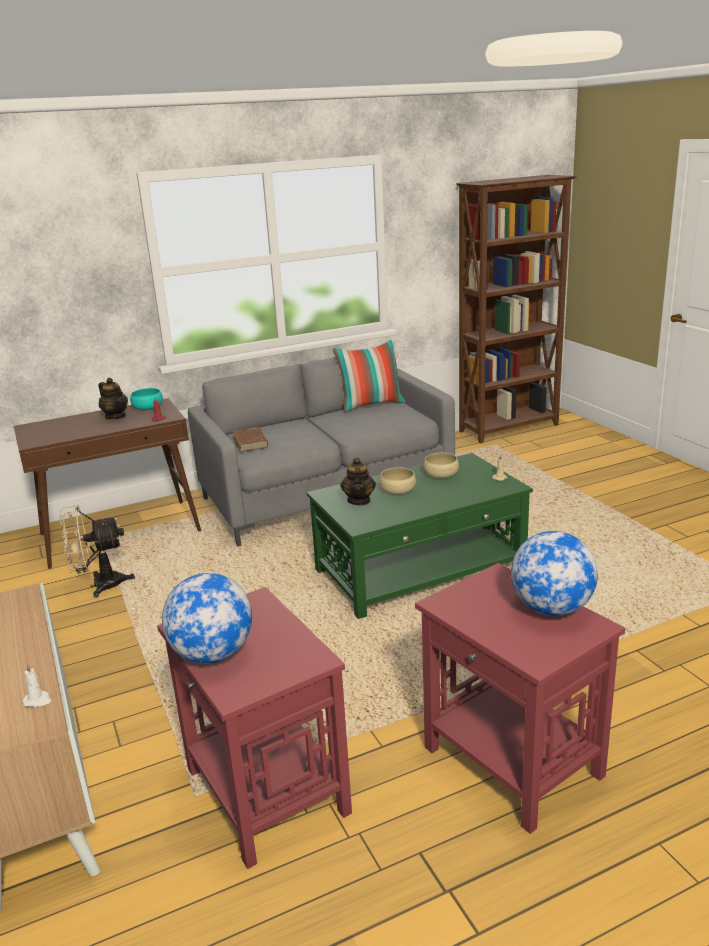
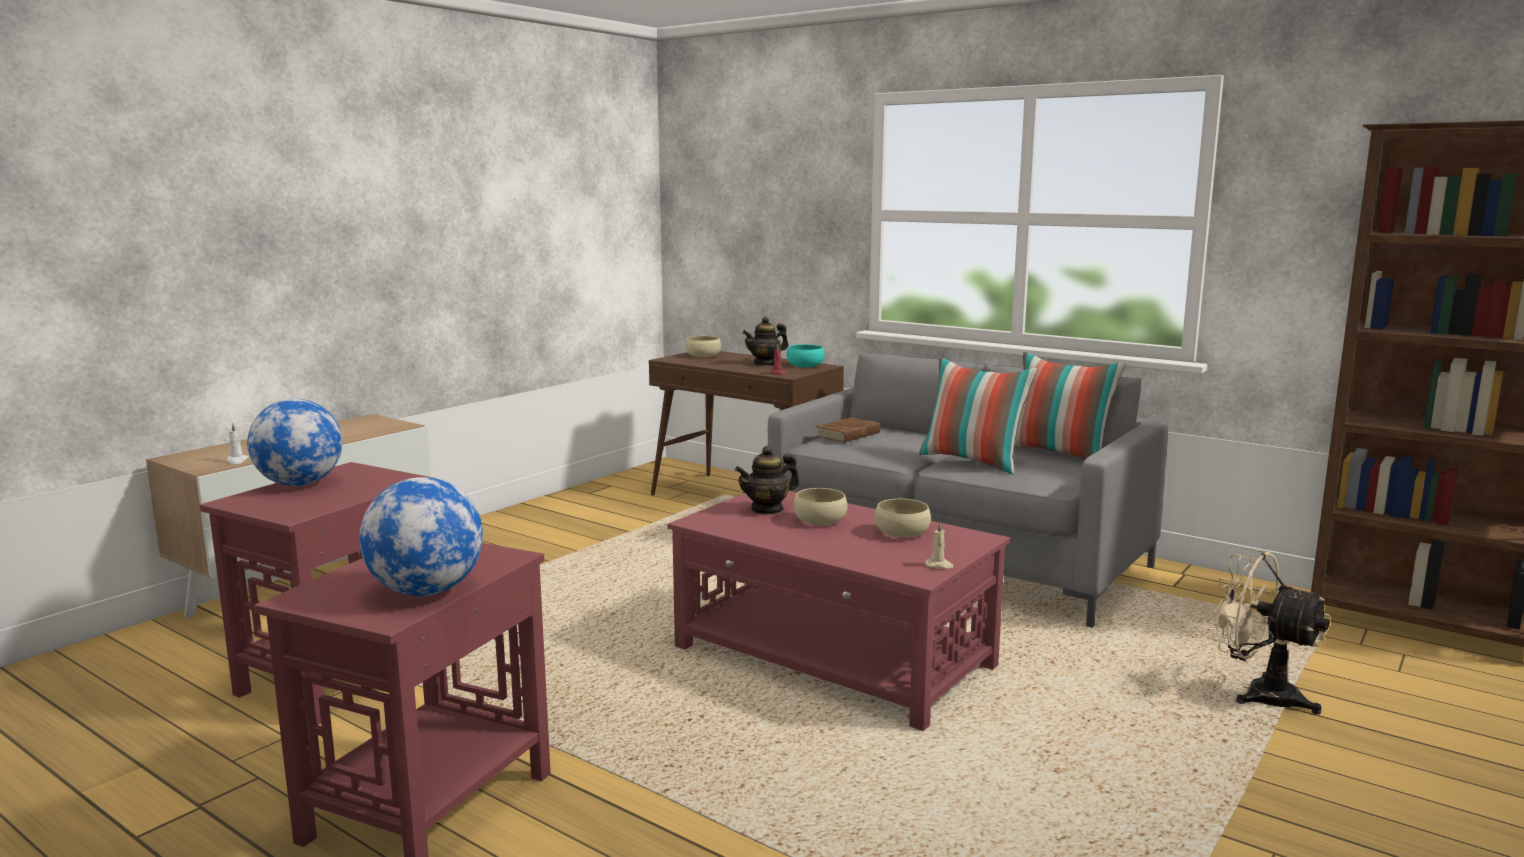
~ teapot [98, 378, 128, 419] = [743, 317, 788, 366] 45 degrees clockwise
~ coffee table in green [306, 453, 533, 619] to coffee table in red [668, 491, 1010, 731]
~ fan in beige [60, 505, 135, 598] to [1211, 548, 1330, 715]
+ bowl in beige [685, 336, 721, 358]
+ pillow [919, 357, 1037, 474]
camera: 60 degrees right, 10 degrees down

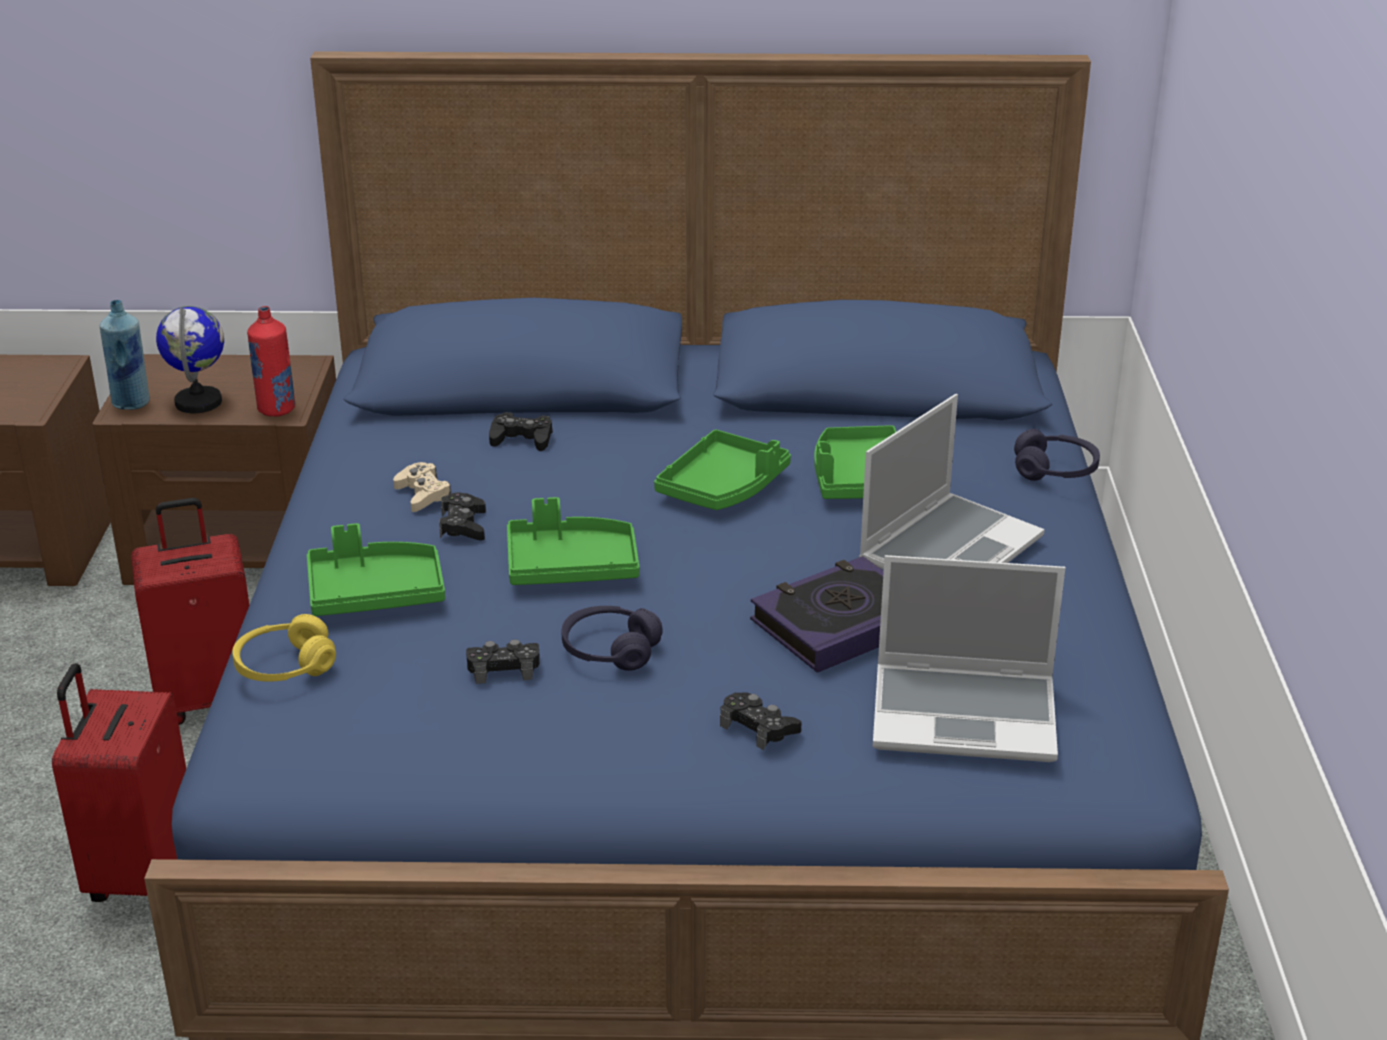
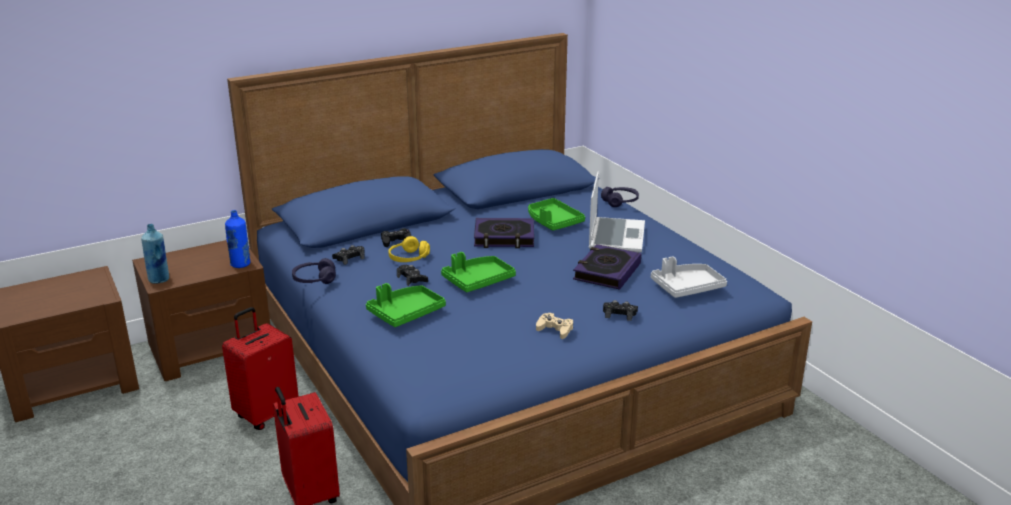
- globe [156, 306, 224, 413]
~ bottle in red [247, 306, 295, 417] to bottle in blue [225, 210, 250, 268]
~ tray in green [654, 430, 791, 510] to book [474, 218, 534, 248]
~ game controller in beige [393, 462, 451, 512] to [536, 313, 573, 339]
~ laptop [873, 555, 1065, 762] to tray in grey [651, 256, 727, 298]
~ headphones in purple [562, 606, 663, 671] to [292, 258, 336, 284]
~ headphones in yellow [232, 614, 336, 682] to [388, 236, 430, 262]
~ game controller in black [466, 639, 540, 684] to [332, 245, 365, 265]
camera: 30 degrees left, 5 degrees down

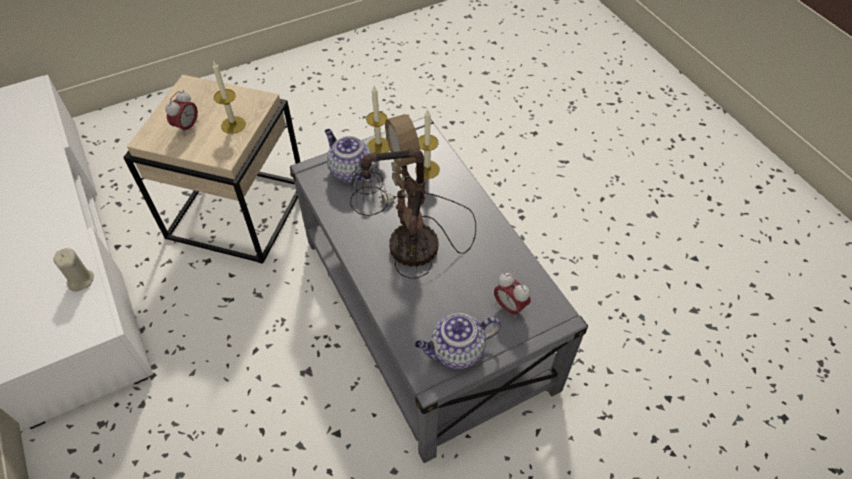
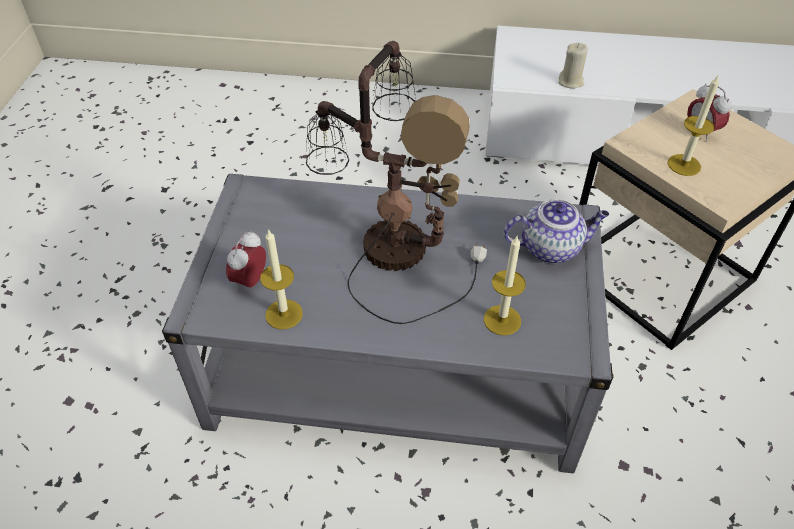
~ candle [366, 86, 390, 154] to [260, 229, 303, 329]
~ alarm clock [494, 273, 531, 319] = [226, 231, 266, 291] 60 degrees counterclockwise
- teapot [415, 313, 501, 369]
camera: 125 degrees right, 5 degrees down

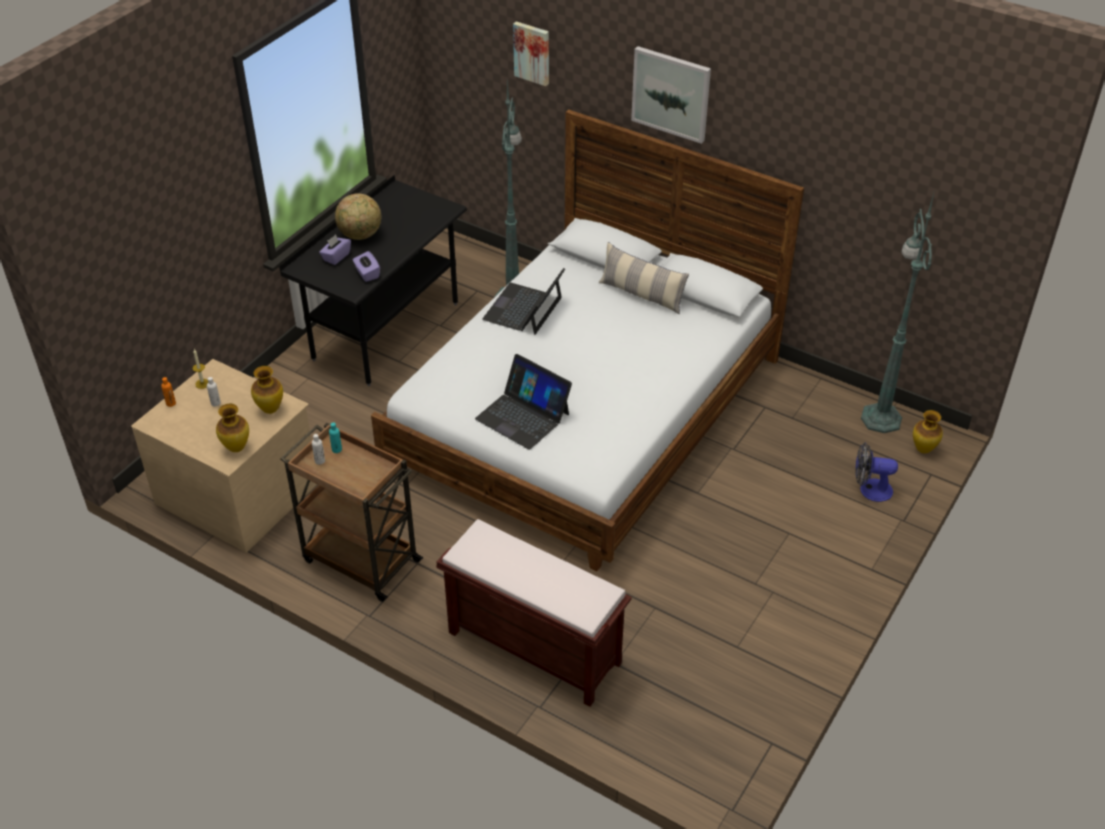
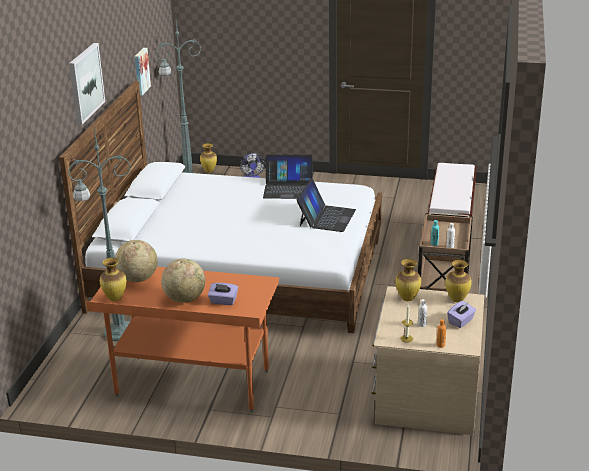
~ picture [513, 21, 549, 86] to [134, 48, 151, 96]
~ desk in black [279, 175, 467, 386] to desk in orange [86, 267, 279, 412]
- pillow [599, 242, 689, 314]
~ tissue box in purple [353, 251, 380, 282] to [447, 301, 476, 328]
~ laptop [482, 268, 565, 335] to [263, 155, 313, 199]
+ globe [115, 240, 158, 282]
+ vase [100, 258, 127, 301]
camera: 110 degrees left, 15 degrees down

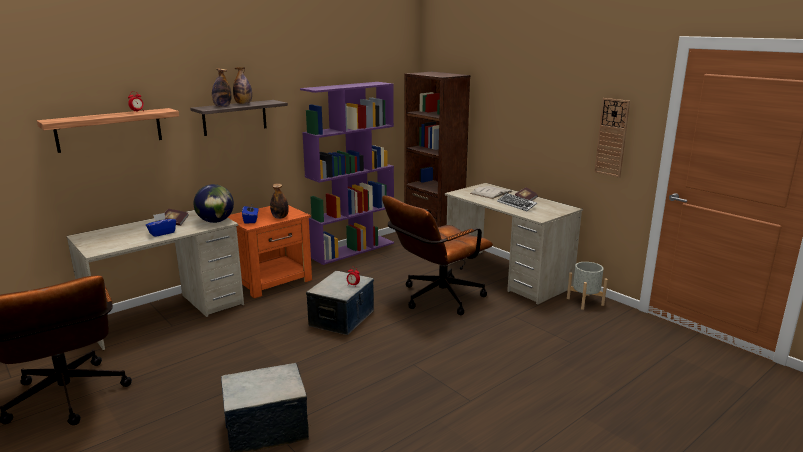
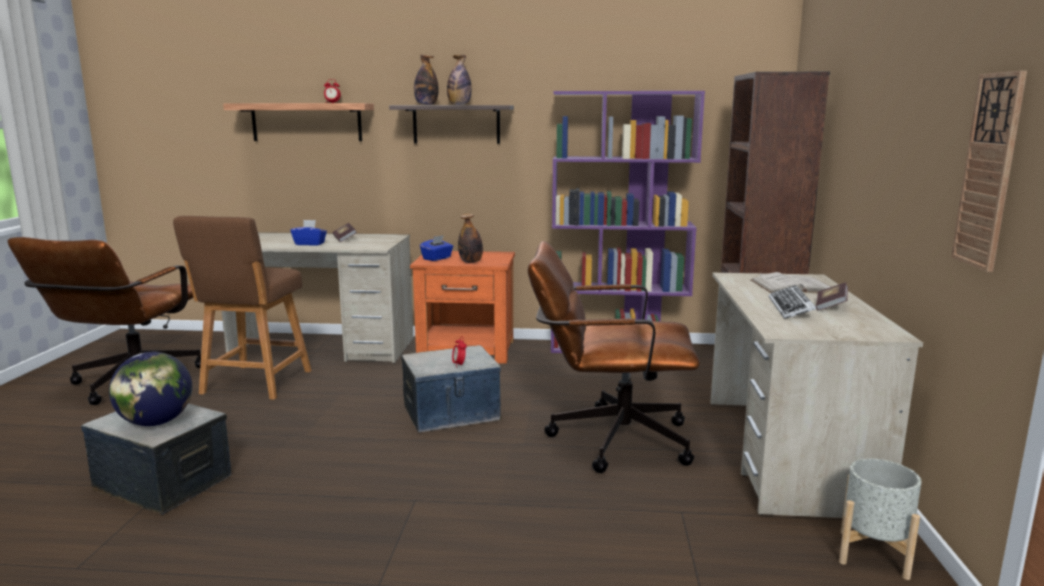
~ globe [193, 184, 234, 223] to [109, 352, 192, 426]
+ stool in brown [173, 216, 312, 400]
camera: 45 degrees right, 5 degrees down

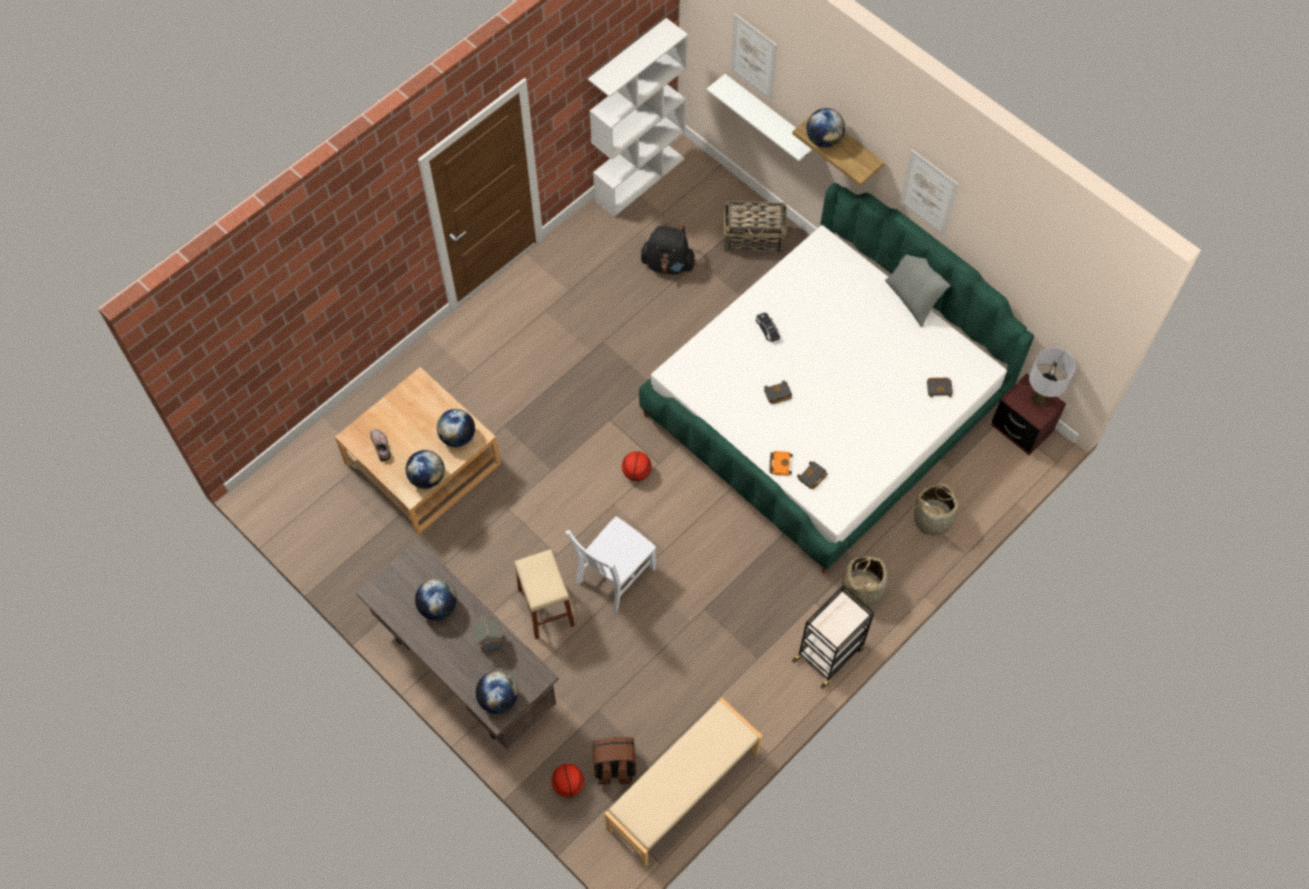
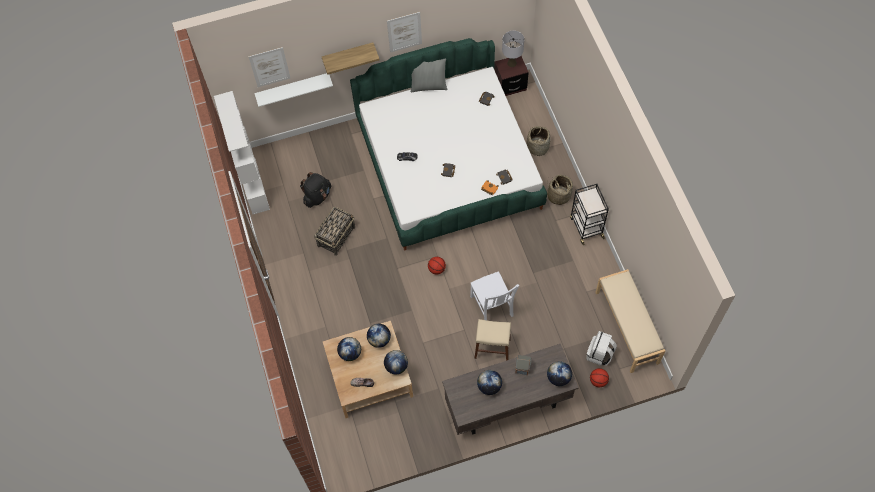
~ globe [806, 108, 845, 148] to [337, 337, 361, 361]
~ basket [724, 201, 788, 254] to [314, 206, 355, 256]
~ backpack in brown [593, 737, 636, 785] to backpack in white [586, 331, 617, 366]
camera: 60 degrees left, 0 degrees up

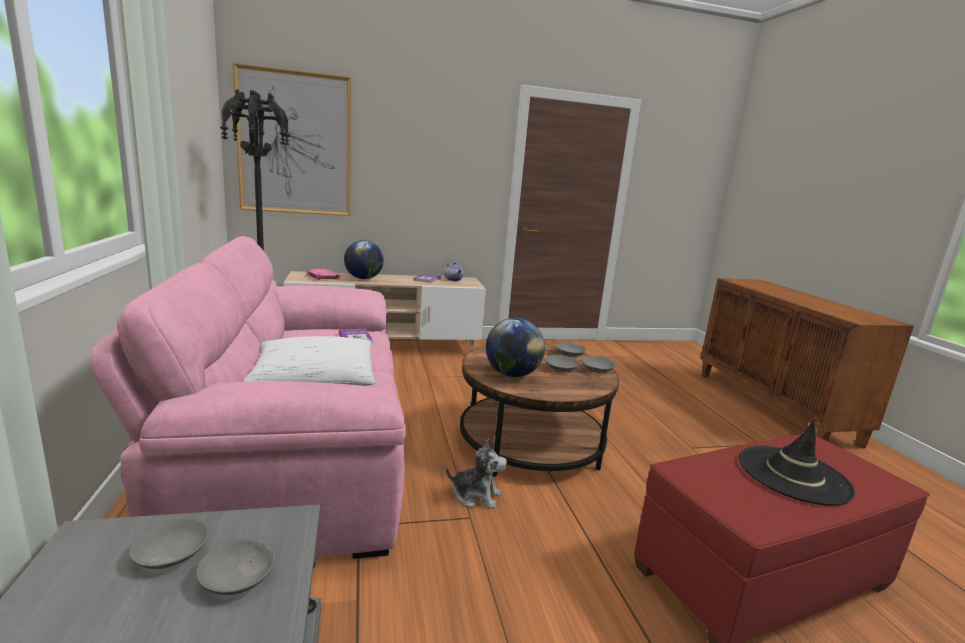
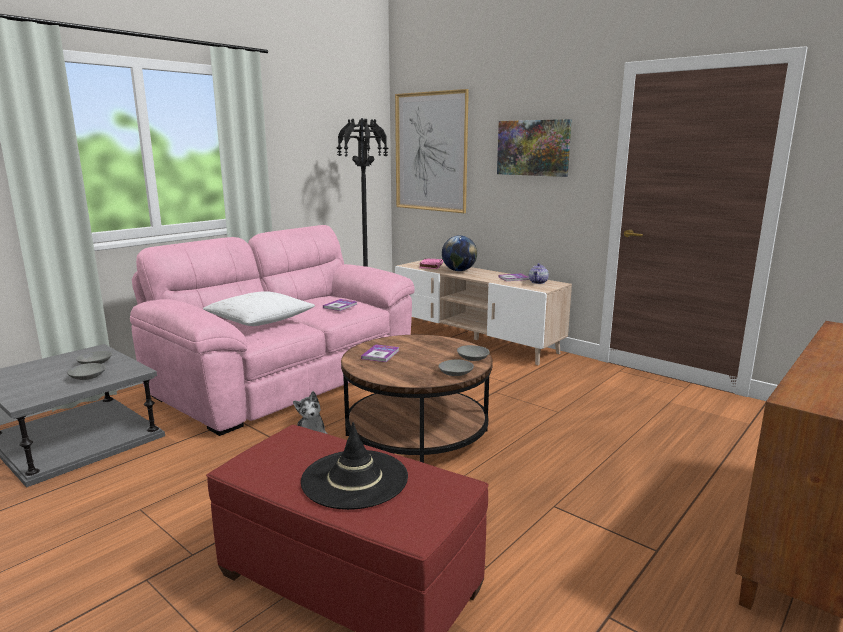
~ globe [486, 318, 545, 377] to book [361, 344, 399, 362]
- bowl in grey [545, 355, 579, 372]
+ picture [497, 119, 572, 177]
camera: 55 degrees right, 0 degrees up

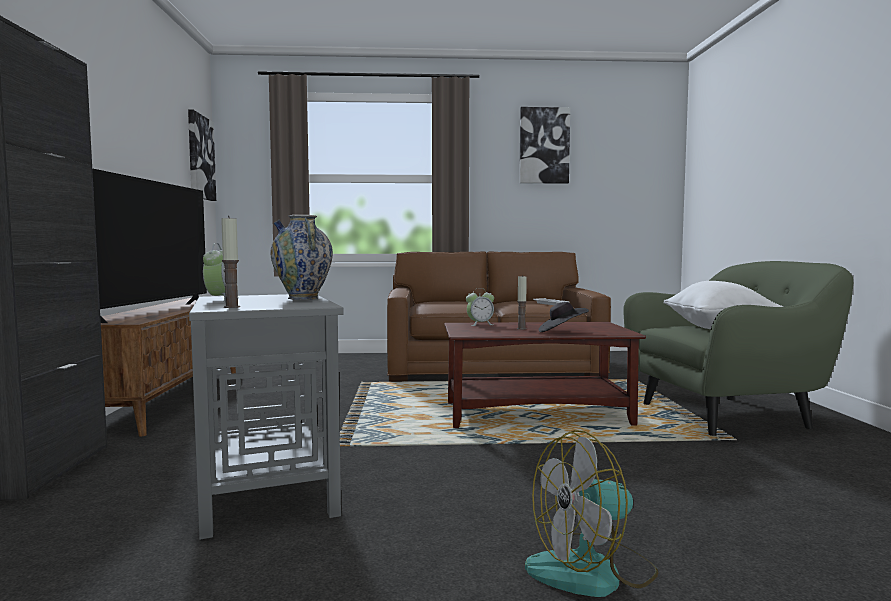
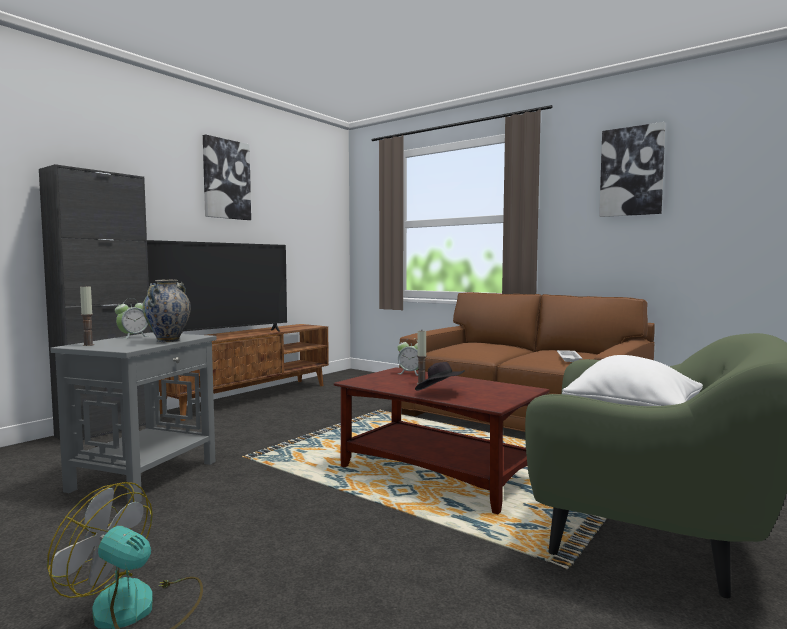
~ picture [188, 109, 216, 201] to [203, 134, 251, 220]
camera: 40 degrees right, 0 degrees up

